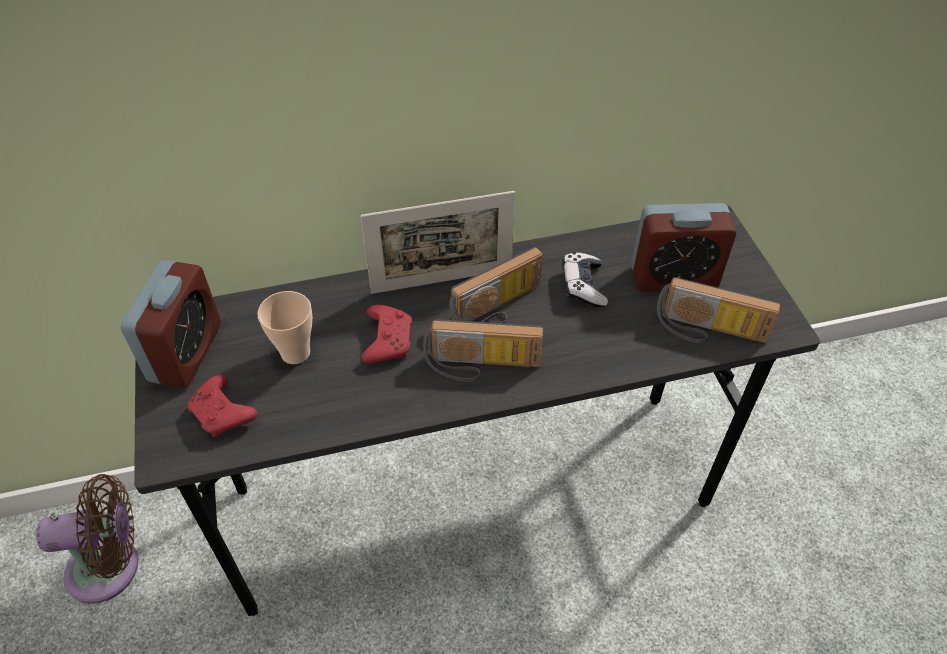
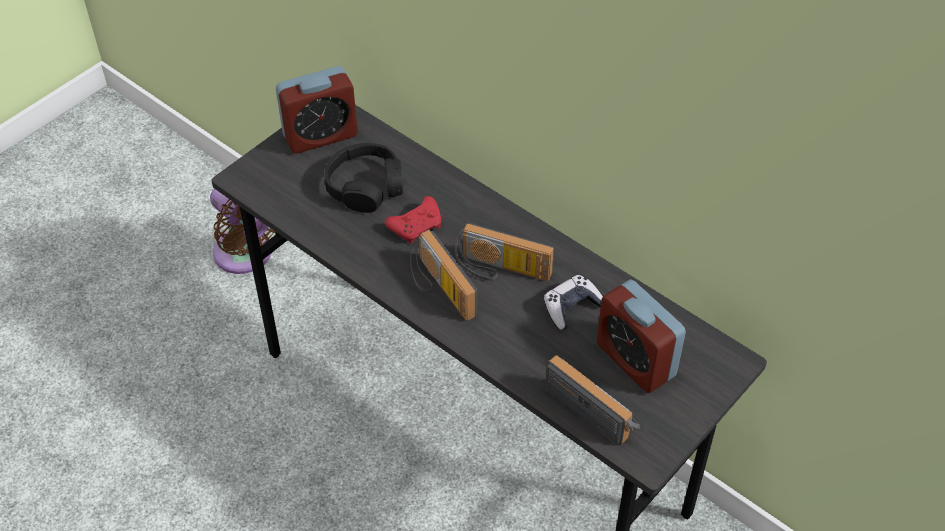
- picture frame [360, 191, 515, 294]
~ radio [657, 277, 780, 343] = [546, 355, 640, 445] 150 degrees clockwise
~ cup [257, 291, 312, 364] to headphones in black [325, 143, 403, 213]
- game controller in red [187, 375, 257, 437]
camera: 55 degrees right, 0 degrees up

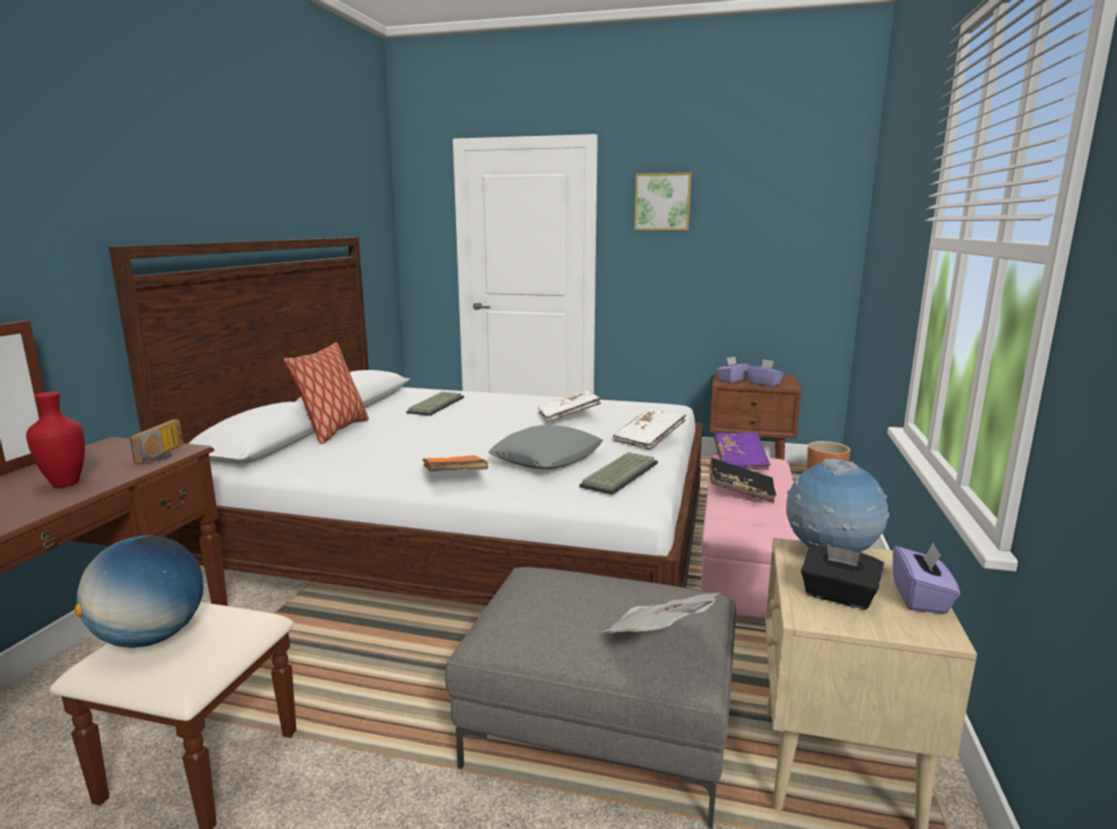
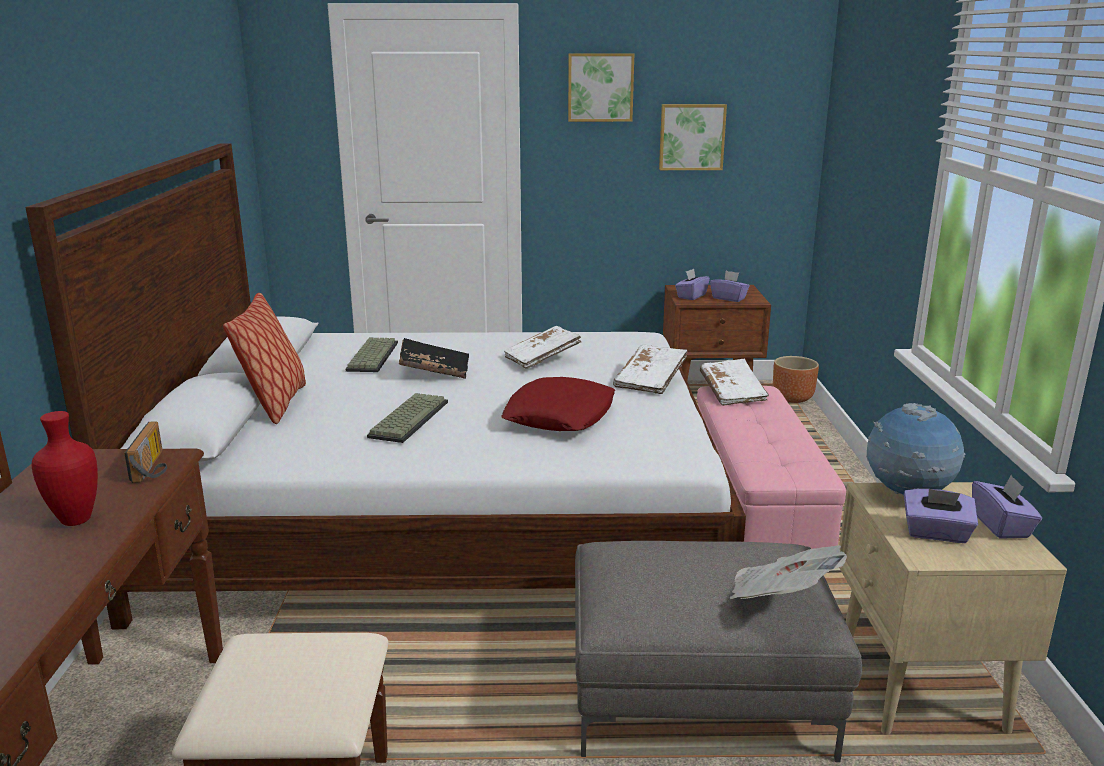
~ pillow in grey [488, 425, 603, 469] to pillow in red [501, 377, 615, 431]
~ book in purple [714, 432, 771, 470] to book in white [700, 359, 769, 406]
~ keyboard [579, 452, 658, 495] to [367, 393, 448, 443]
- book in orange [422, 455, 488, 471]
~ book in black [709, 458, 776, 503] to [399, 338, 469, 379]
- globe [75, 535, 204, 648]
~ tissue box in black [801, 544, 884, 609] to tissue box in purple [904, 489, 978, 543]
+ picture [659, 104, 727, 170]
camera: 15 degrees left, 5 degrees up

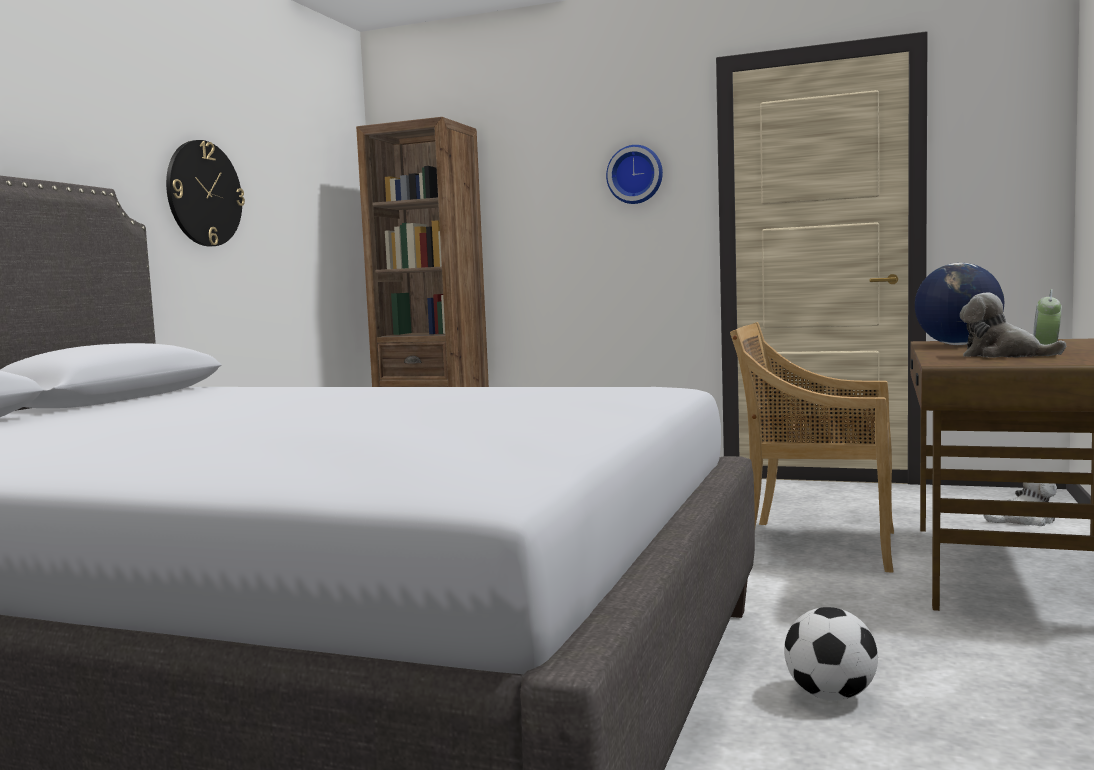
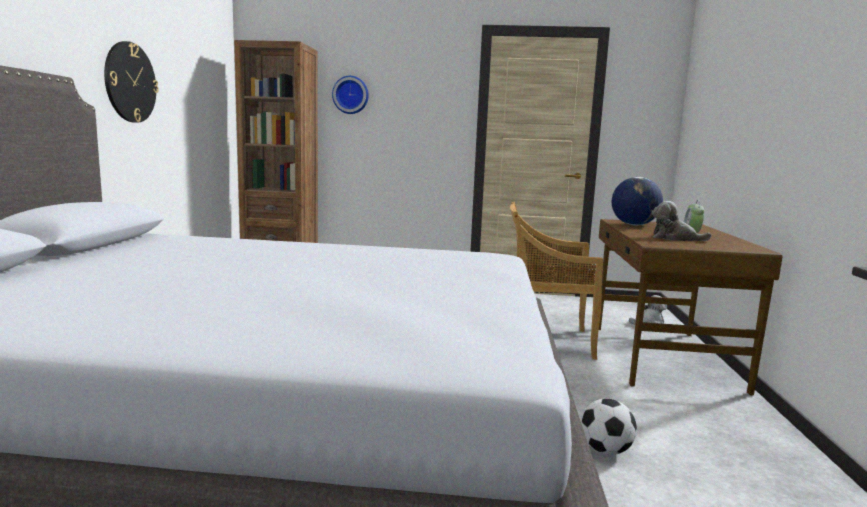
~ wall clock [606, 145, 663, 204] to [332, 76, 369, 114]
camera: 15 degrees left, 5 degrees up

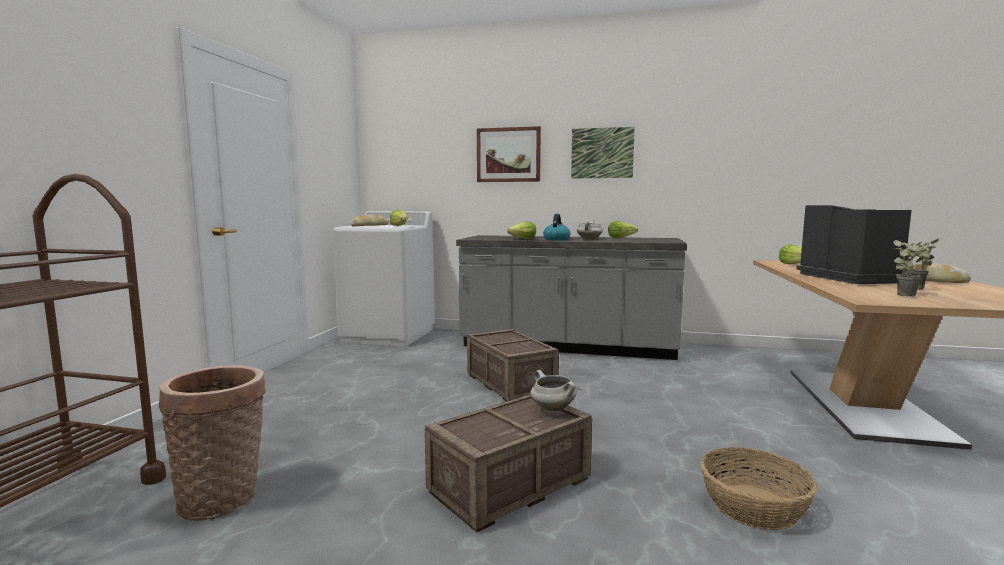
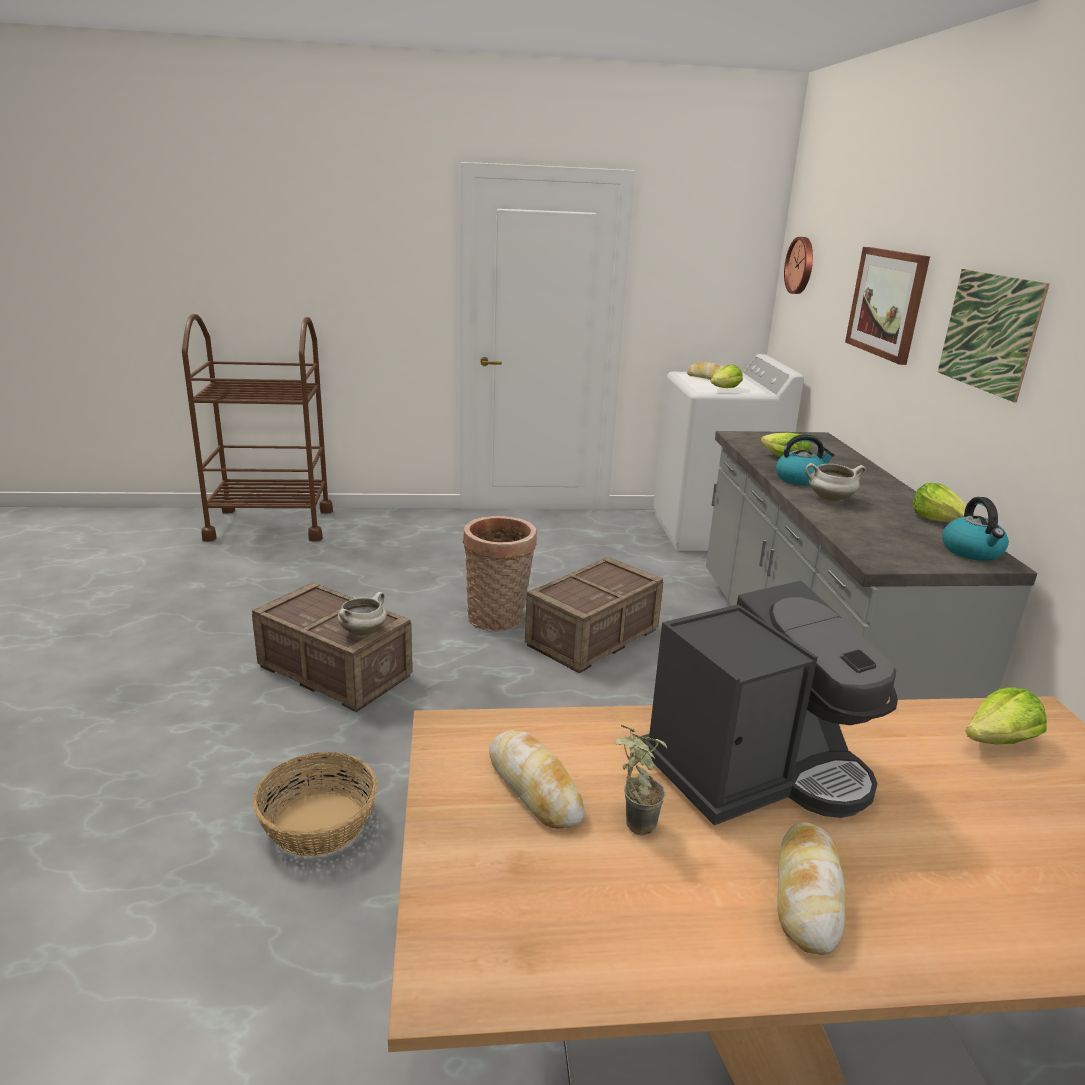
~ potted plant [893, 240, 930, 297] to bread [489, 730, 585, 829]
~ basket [159, 365, 266, 521] to [463, 516, 537, 631]
+ wall clock [784, 237, 813, 294]
+ kettle [942, 497, 1009, 561]
camera: 70 degrees right, 15 degrees up

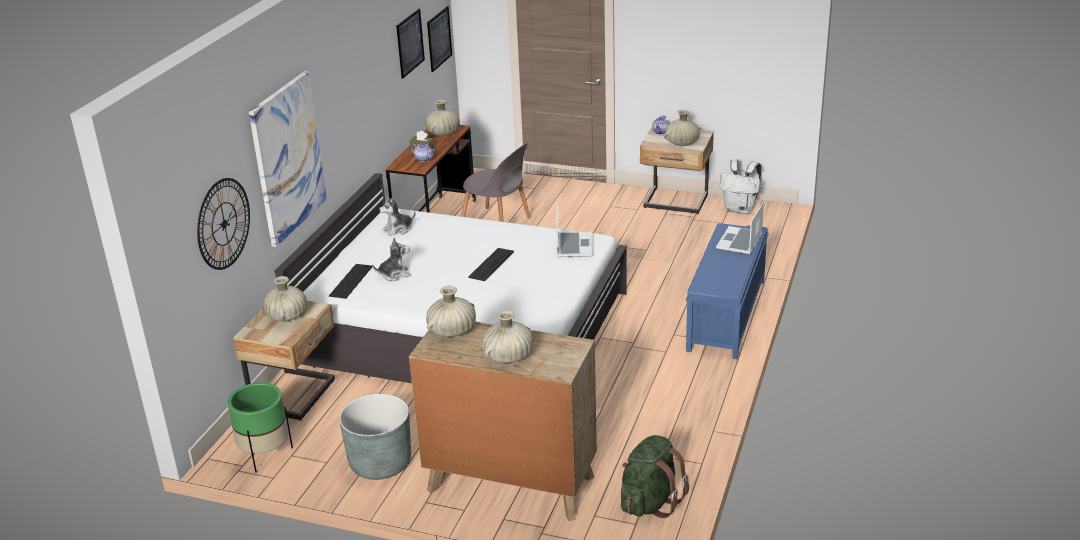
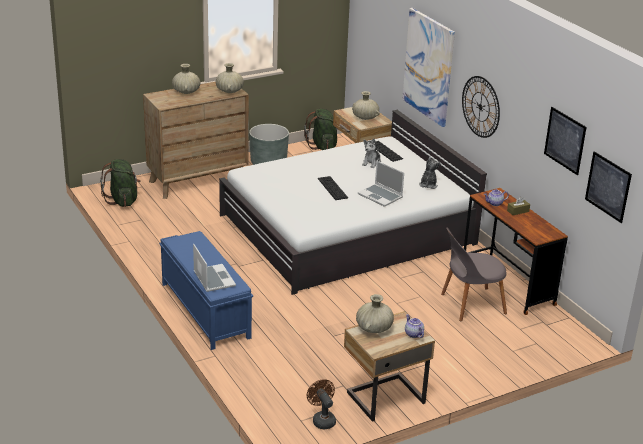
- vase in beige [425, 100, 460, 136]
~ backpack in white [720, 159, 762, 214] to fan in brown [307, 379, 336, 429]
~ wall clock [197, 178, 250, 270] to [462, 76, 500, 138]
~ laptop [556, 203, 593, 257] to [358, 161, 404, 207]
~ planter in green [227, 382, 293, 473] to backpack in green [304, 109, 339, 150]
camera: 130 degrees right, 0 degrees up

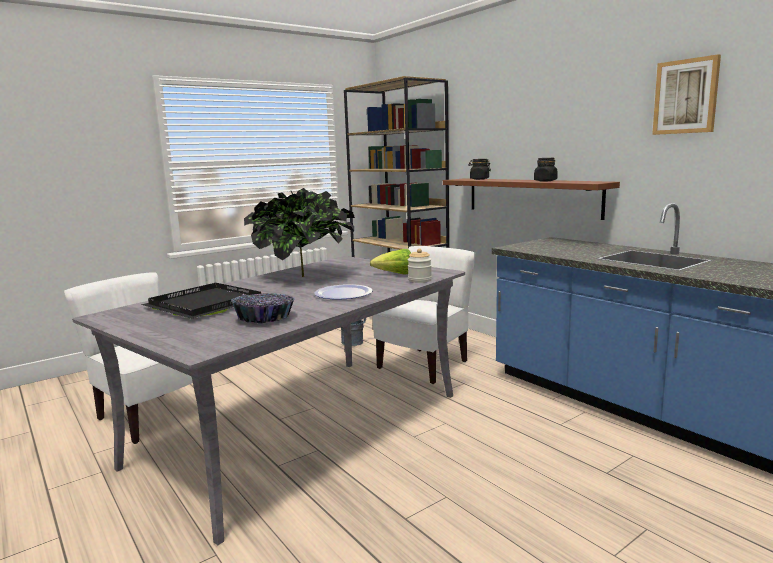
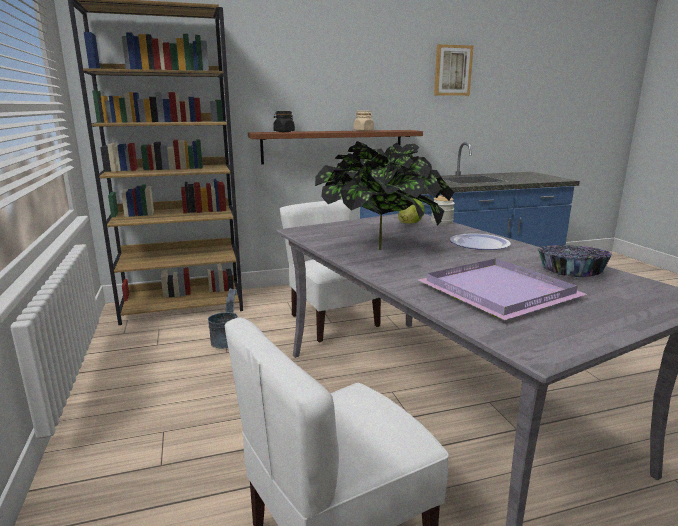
~ jar in black [534, 158, 558, 181] to jar in beige [354, 111, 374, 131]
~ tray in black [141, 283, 261, 319] to tray in purple [418, 258, 587, 320]
camera: 70 degrees left, 5 degrees up

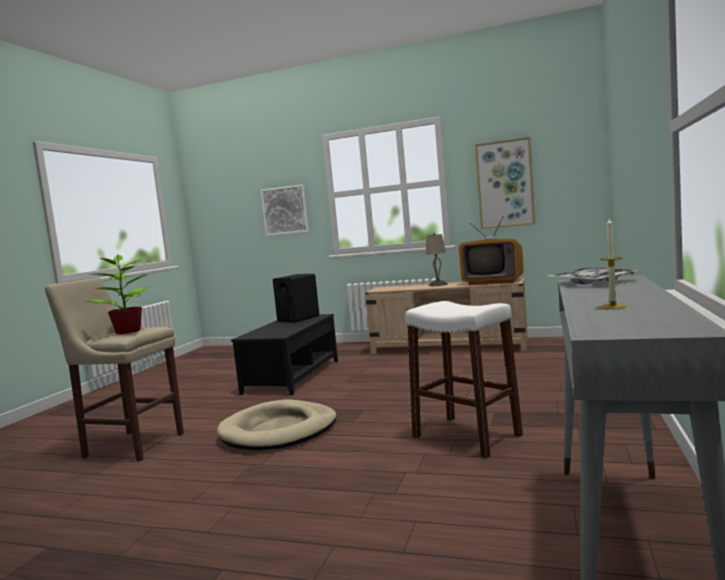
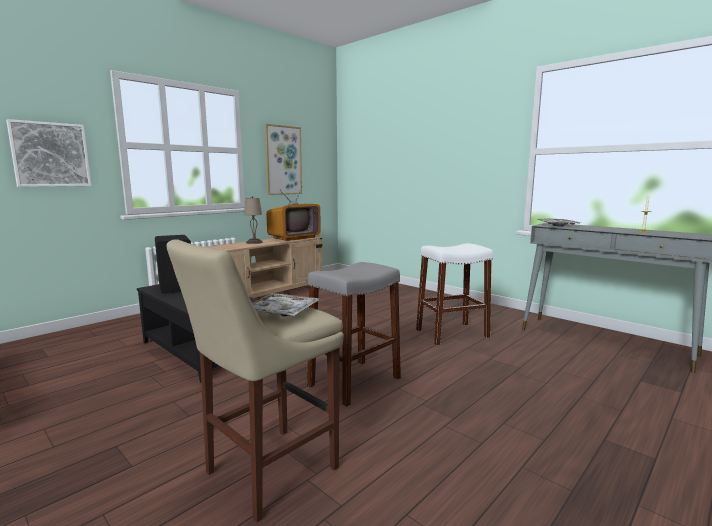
~ potted plant [84, 254, 151, 334] to tray [252, 293, 319, 316]
~ dog bed in beige [217, 399, 337, 450] to stool in grey [307, 262, 401, 407]
camera: 65 degrees left, 5 degrees up

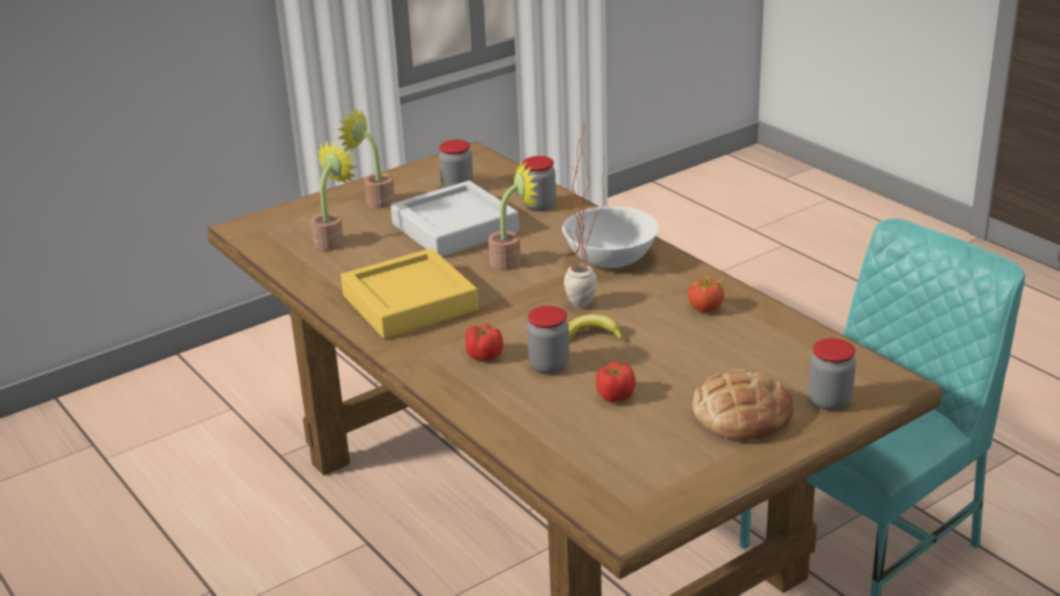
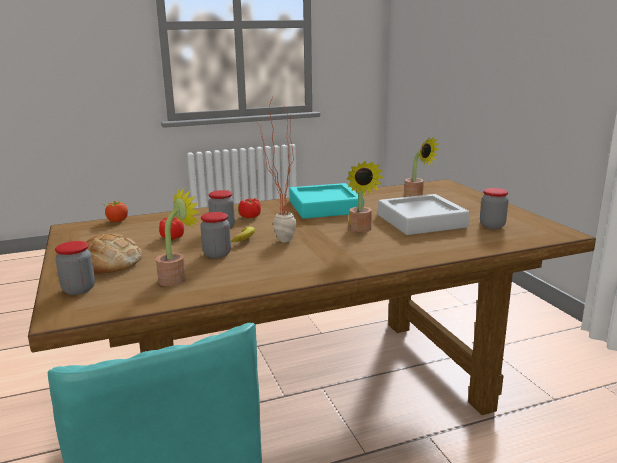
~ potted plant [337, 107, 395, 208] to [156, 187, 200, 286]
~ jar [522, 156, 556, 211] to [200, 212, 231, 258]
- bowl in white [562, 206, 659, 268]
~ tray in yellow [341, 248, 478, 339] to tray in turquoise [289, 183, 364, 219]
~ tomato [688, 275, 726, 313] to [103, 201, 128, 222]
camera: 105 degrees right, 10 degrees down

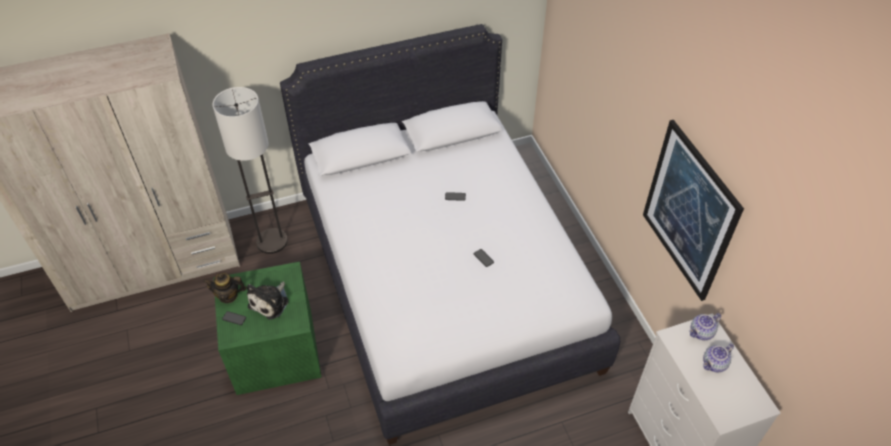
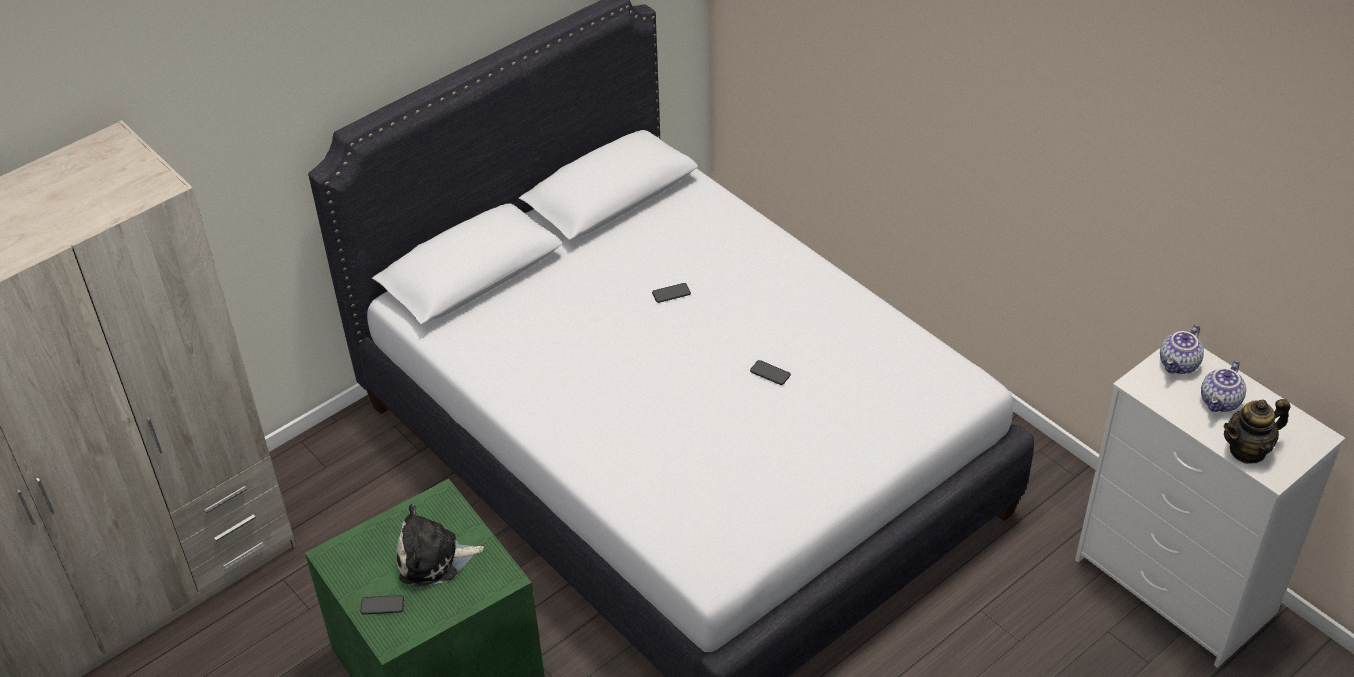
- floor lamp [212, 87, 288, 254]
- picture [643, 120, 744, 301]
~ teapot [203, 273, 246, 303] to [1224, 399, 1290, 464]
~ plush toy [247, 282, 289, 320] = [396, 504, 484, 587] 75 degrees clockwise
camera: 20 degrees left, 5 degrees down

